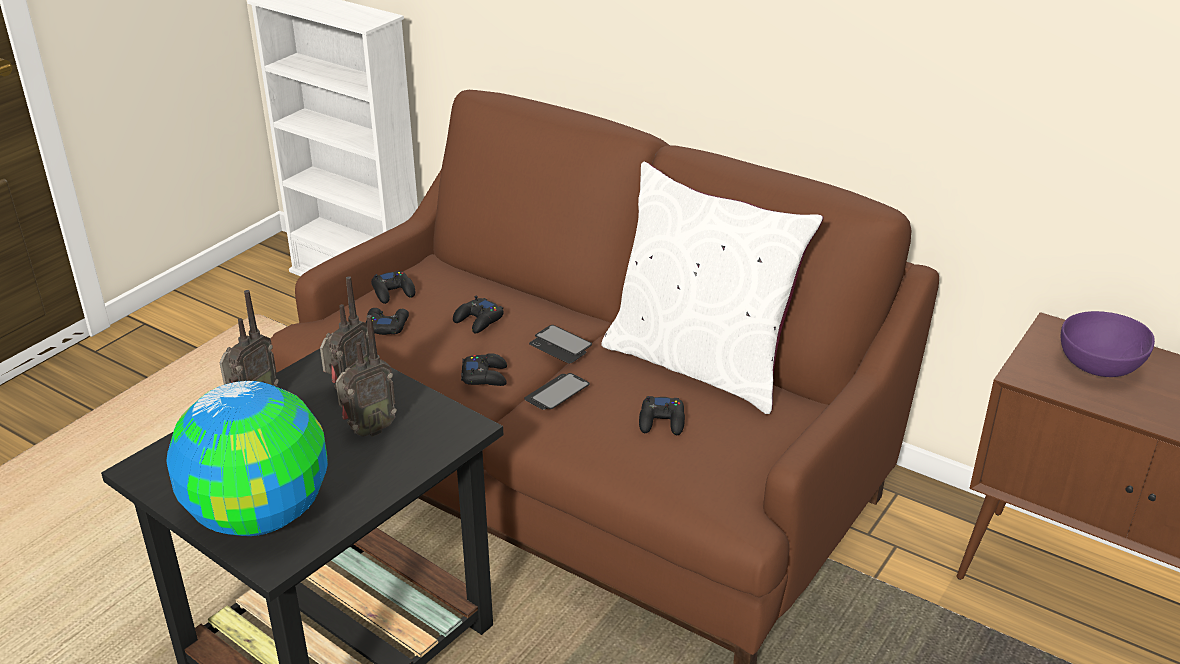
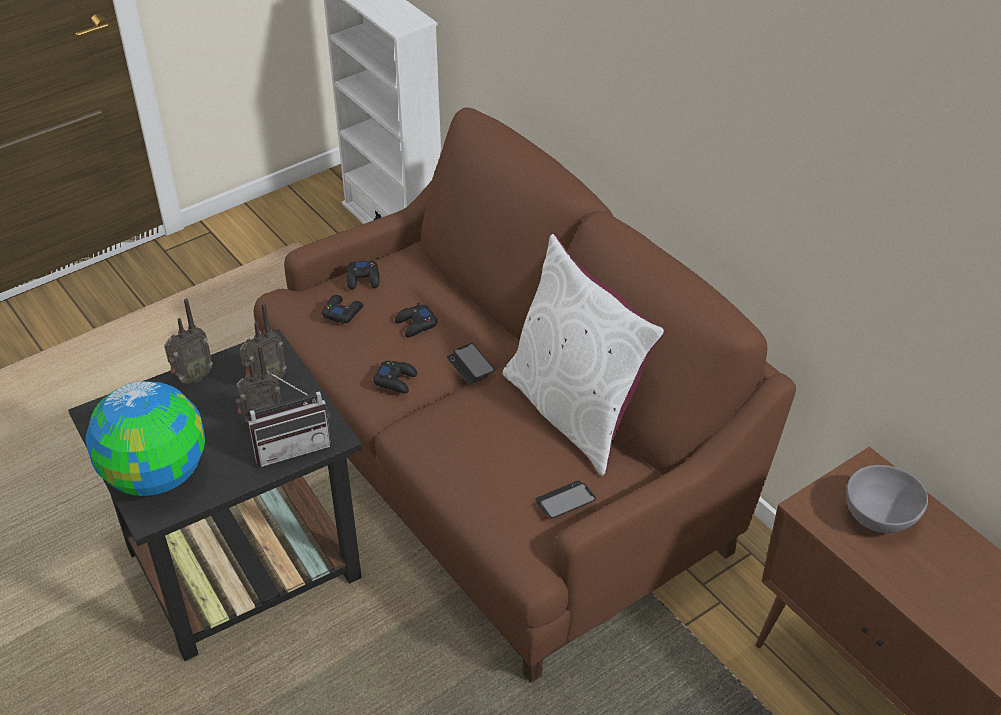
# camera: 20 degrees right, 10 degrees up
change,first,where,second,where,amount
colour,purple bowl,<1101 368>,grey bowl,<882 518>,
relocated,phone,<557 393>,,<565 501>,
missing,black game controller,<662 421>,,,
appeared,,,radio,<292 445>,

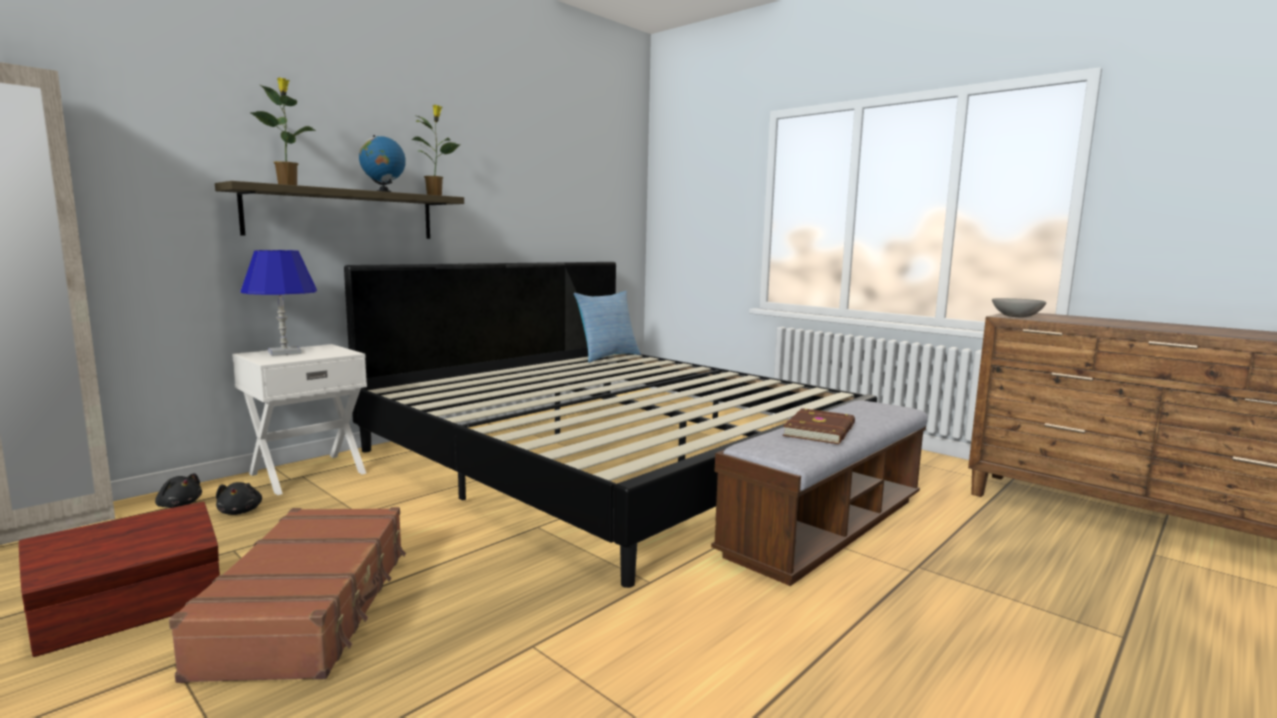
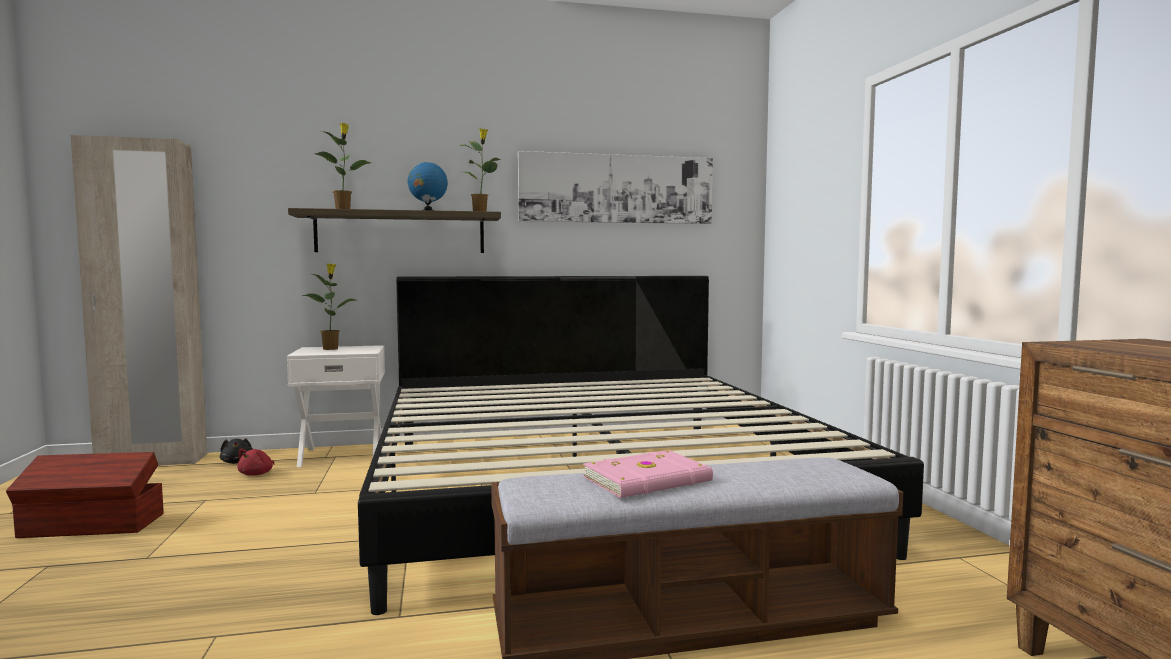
# camera: 35 degrees right, 5 degrees down
change,first,where,second,where,amount
exchanged,blue table lamp,<284 352>,potted plant,<331 348>,
missing,pillow,<607 357>,,,
missing,grey bowl,<1016 316>,,,
colour,brown book,<821 430>,pink book,<649 480>,
colour,black plush toy,<240 511>,red plush toy,<257 474>,
missing,brown suitcase,<311 608>,,,
appeared,,,picture,<617 189>,

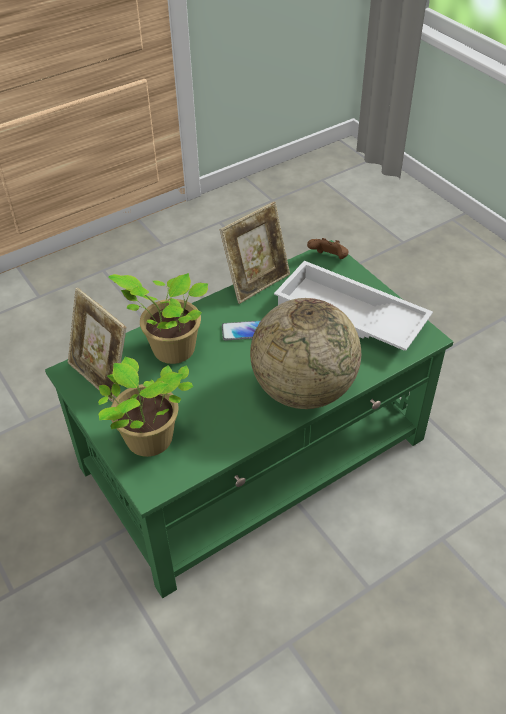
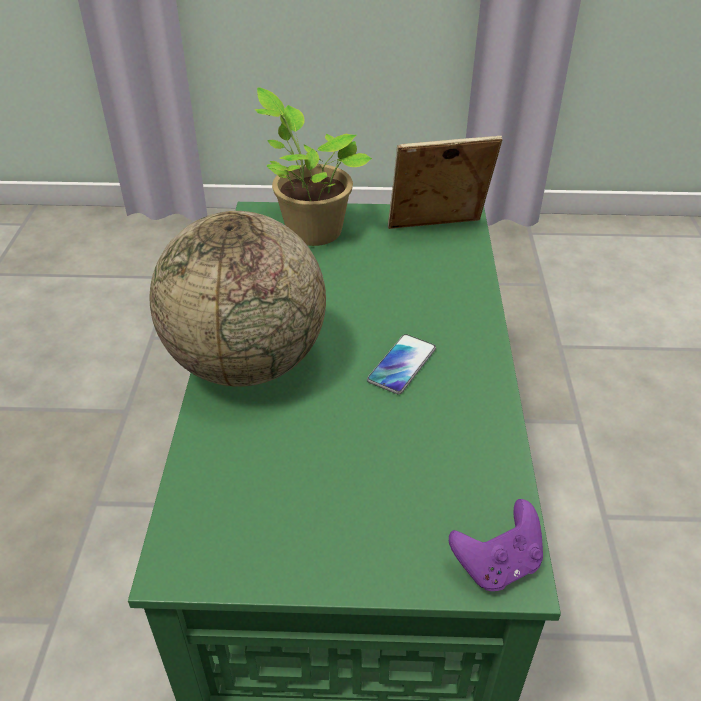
# camera: 125 degrees right, 5 degrees down
change,first,where,second,where,amount
missing,picture frame,<257 282>,,,
colour,brown game controller,<328 259>,purple game controller,<497 564>,
missing,white tray,<348 317>,,,
missing,potted plant,<170 349>,,,

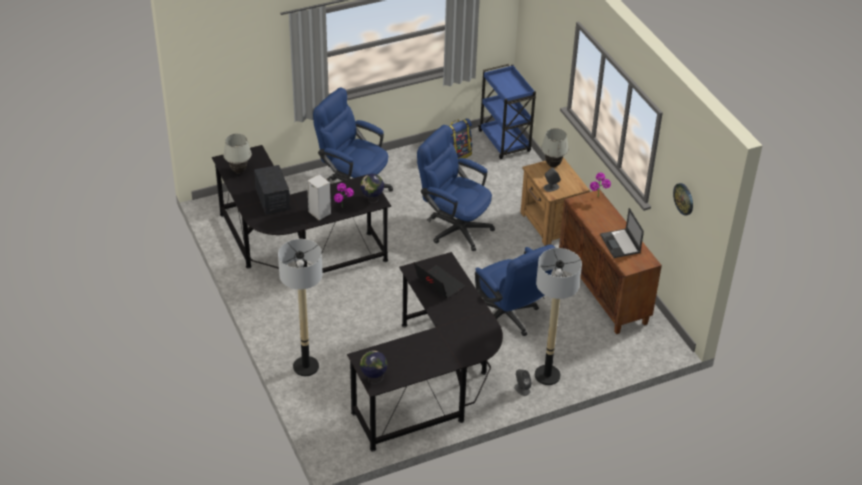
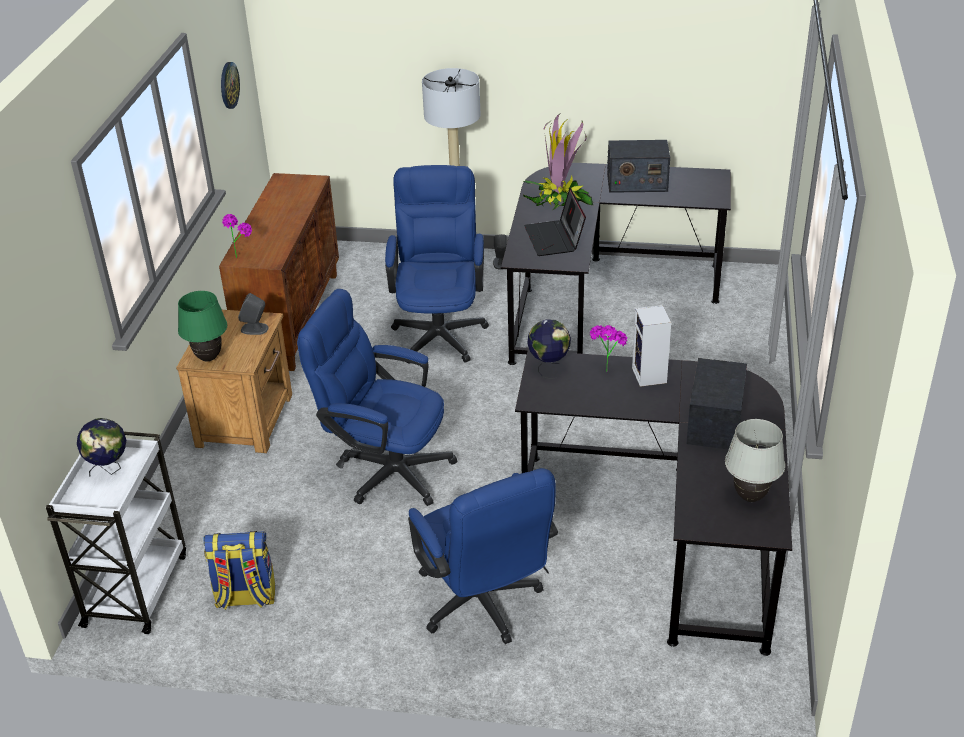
# camera: 145 degrees left, 5 degrees down
change,first,where,second,where,amount
colour,blue cart,<505 142>,white cart,<137 588>,
spun,blue office chair,<454 227>,,<385 469>,135 degrees clockwise
colour,white table lamp,<553 165>,green table lamp,<208 358>,
missing,laptop,<620 244>,,,
missing,floor lamp,<305 366>,,,
relocated,globe,<373 378>,,<109 469>,
appeared,,,potted plant,<558 201>,
appeared,,,radio,<636 183>,

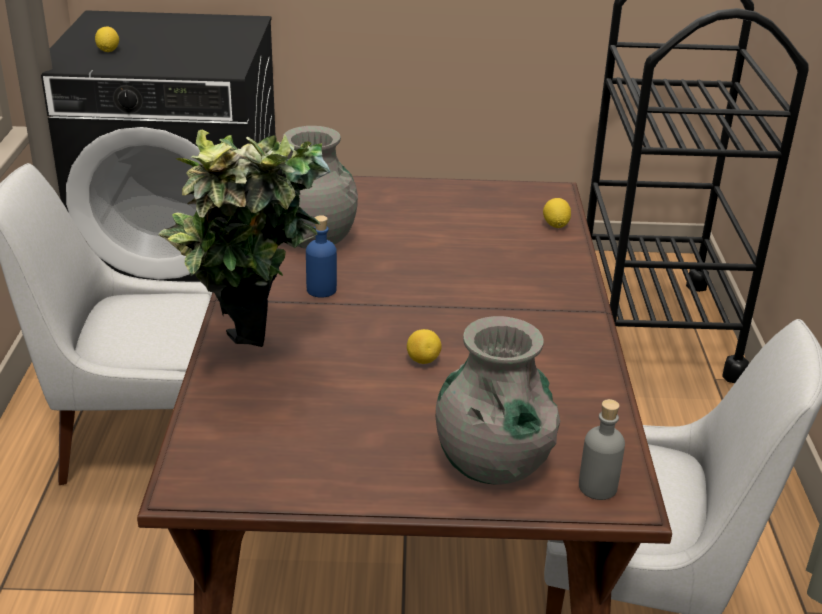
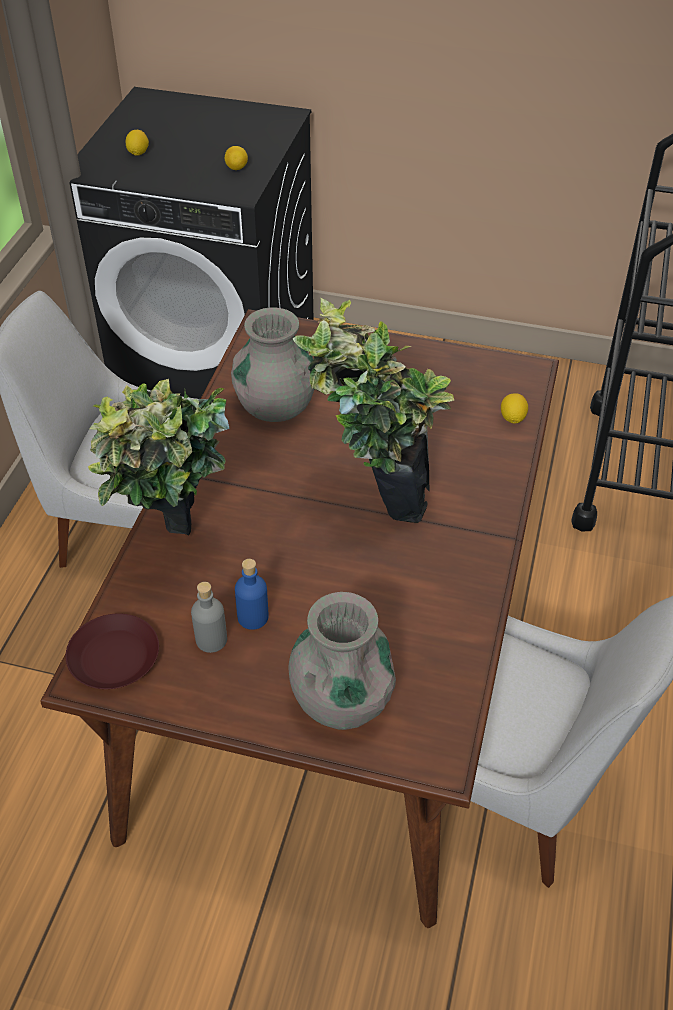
# camera: 15 degrees right, 15 degrees up
change,first,where,second,where,amount
relocated,blue bottle,<321 290>,,<253 617>,
relocated,lemon,<423 360>,,<237 168>,
relocated,grey bottle,<597 487>,,<211 640>,
appeared,,,potted plant,<371 507>,
appeared,,,brown plate,<113 657>,

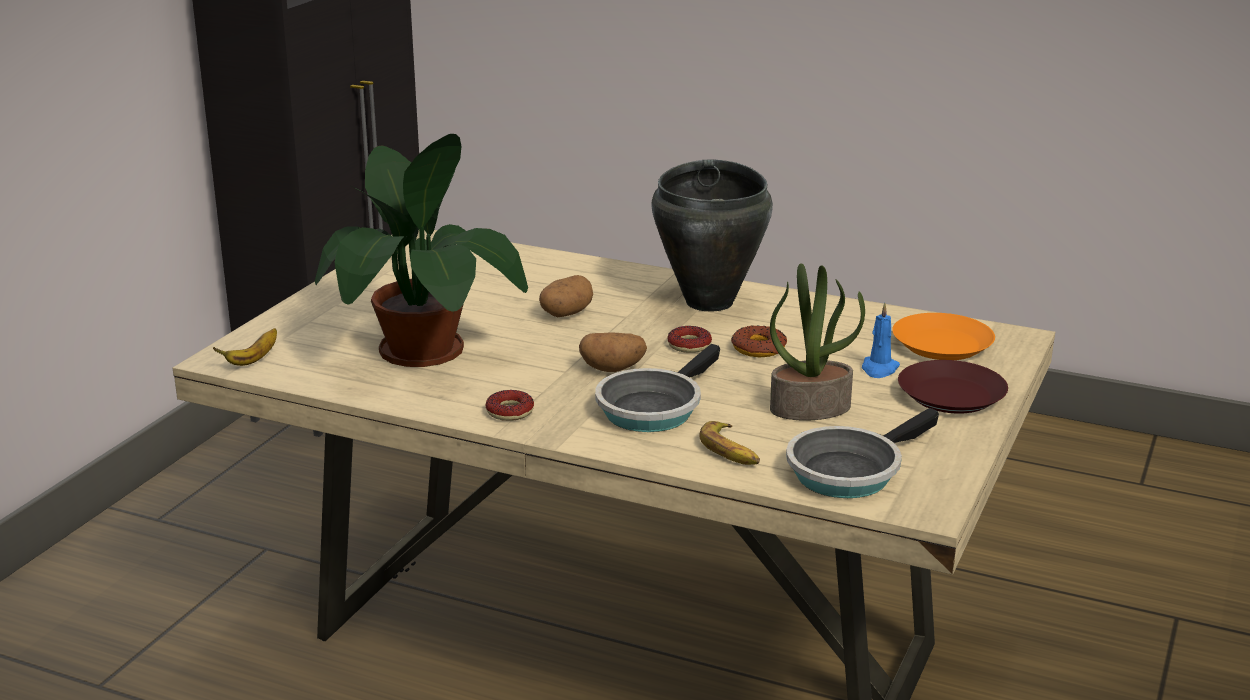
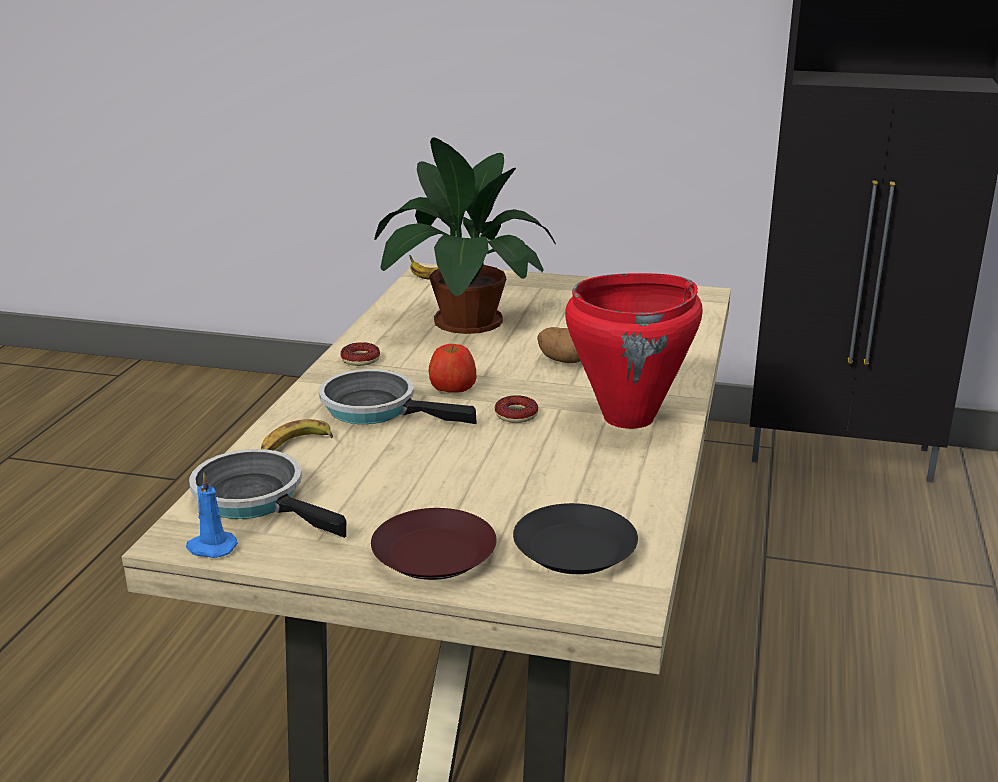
# camera: 80 degrees right, 0 degrees up
change,first,where,second,where,amount
colour,black cooking pot,<710 302>,red cooking pot,<629 418>,
missing,potted plant,<811 407>,,,
relocated,blue candle,<879 369>,,<211 547>,
colour,orange plate,<942 345>,black plate,<573 549>,
missing,donut,<759 348>,,,
exchanged,potato,<613 369>,apple,<452 388>,

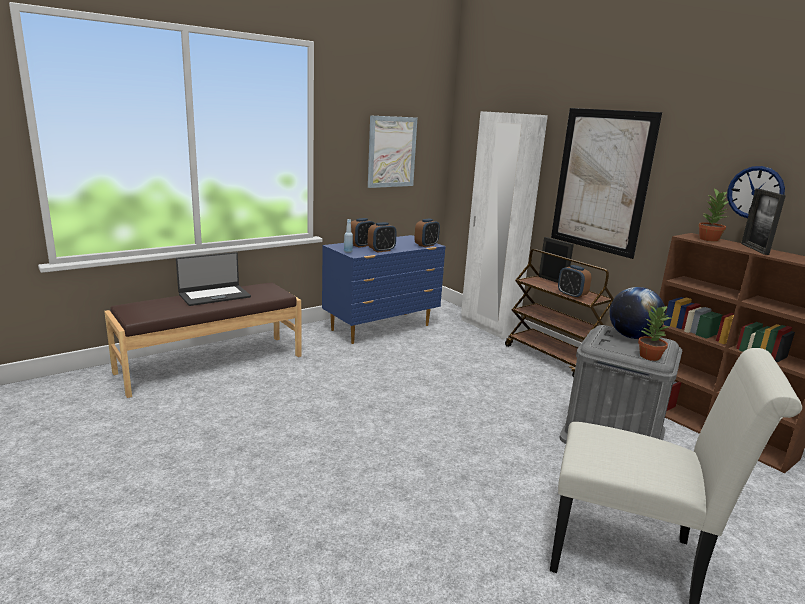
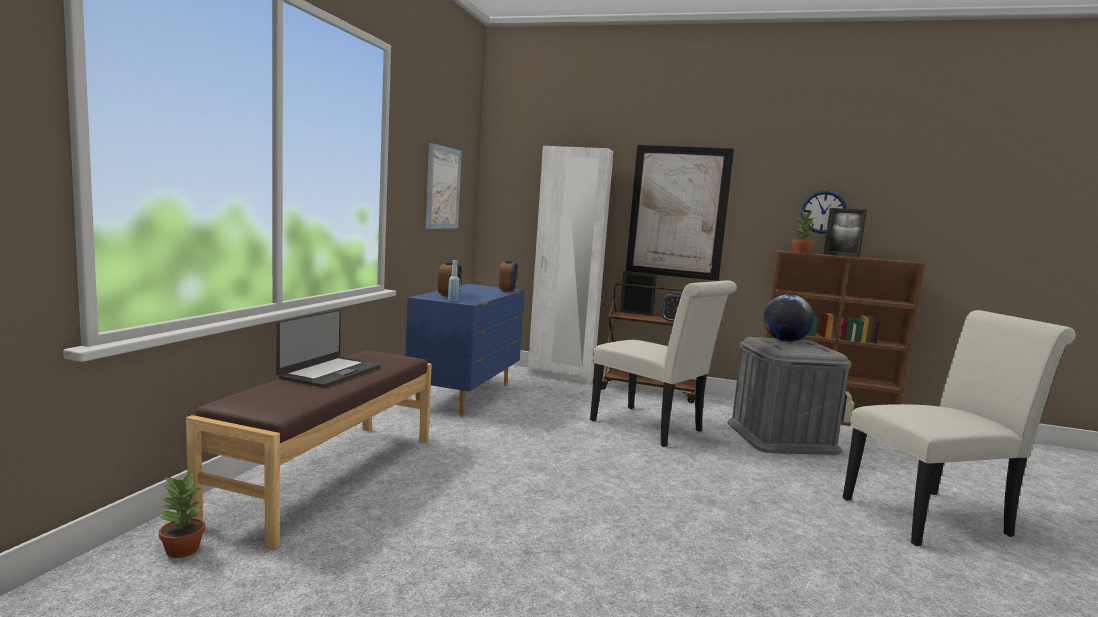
# camera: 35 degrees left, 10 degrees down
change,first,where,second,where,amount
missing,alarm clock,<381 250>,,,
relocated,potted plant,<649 356>,,<181 550>,
appeared,,,white chair,<652 428>,

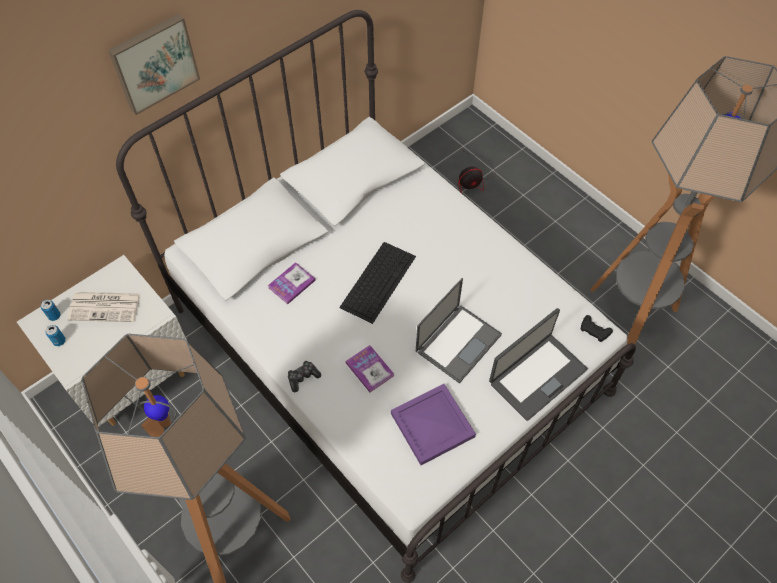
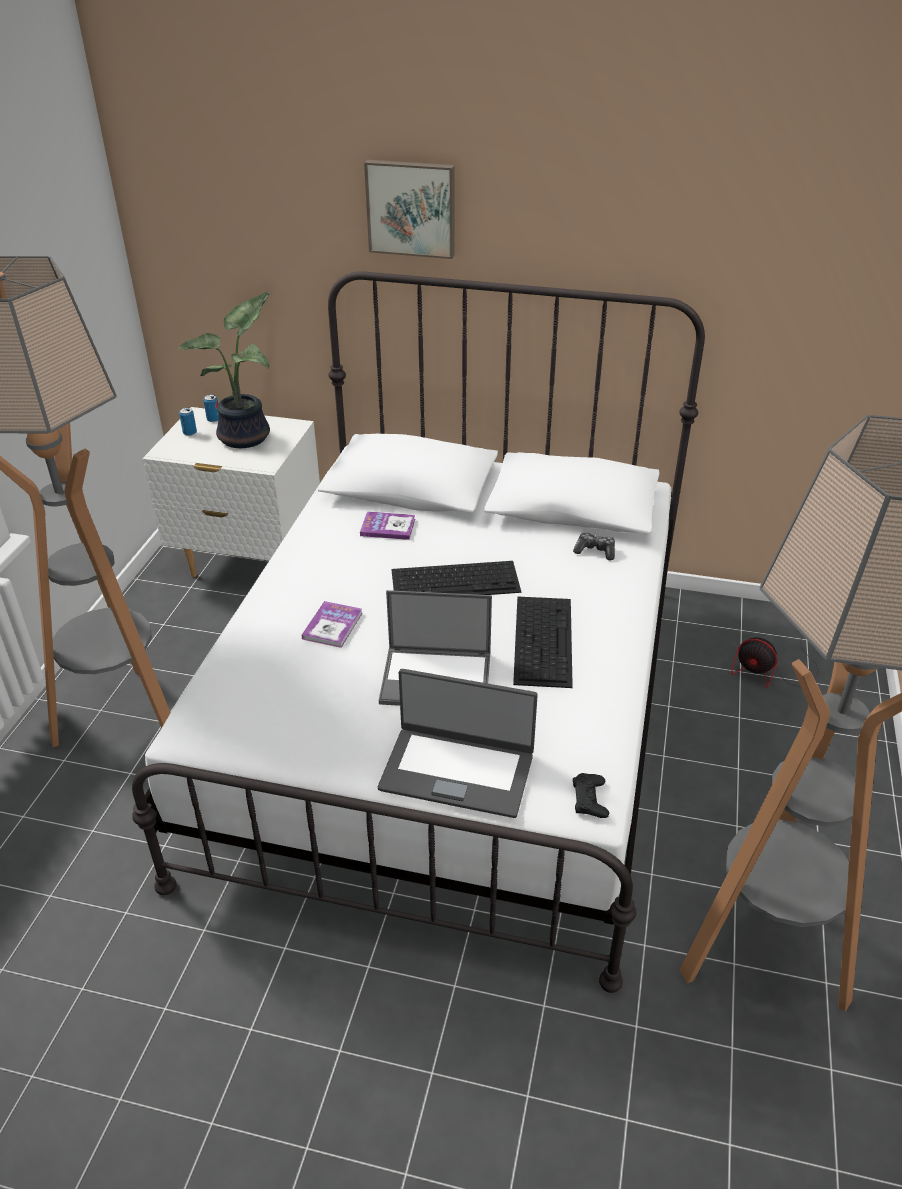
# camera: 55 degrees right, 20 degrees down
change,first,where,second,where,amount
exchanged,newspaper,<106 306>,potted plant,<248 437>,
relocated,game controller,<303 377>,,<595 551>,
missing,purple tray,<432 426>,,,
appeared,,,keyboard,<542 639>,

